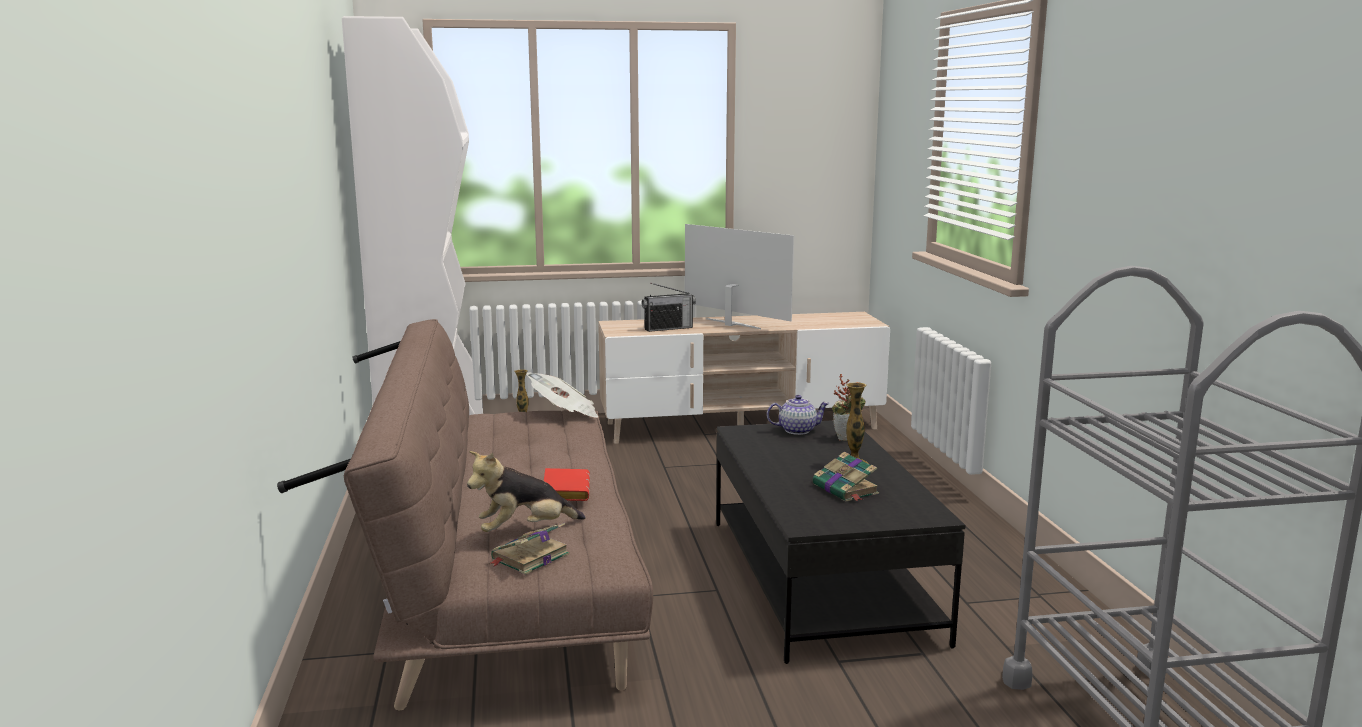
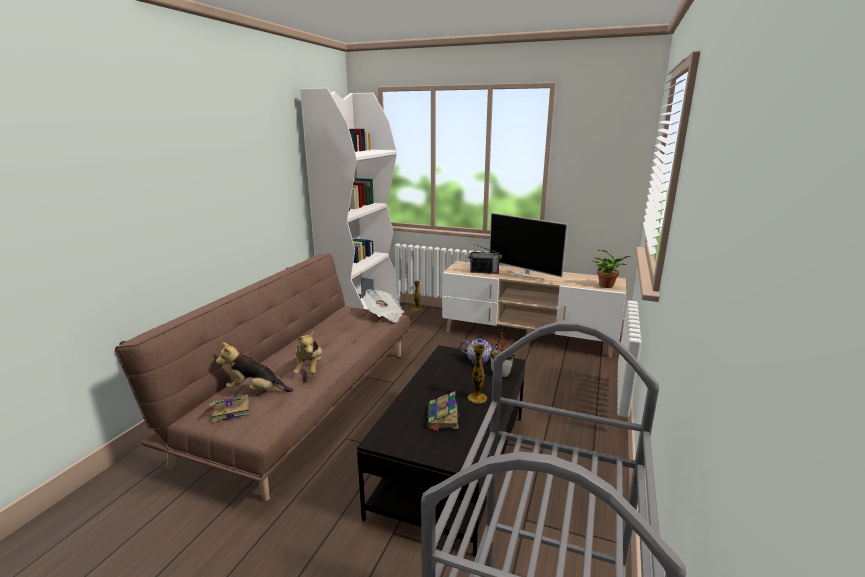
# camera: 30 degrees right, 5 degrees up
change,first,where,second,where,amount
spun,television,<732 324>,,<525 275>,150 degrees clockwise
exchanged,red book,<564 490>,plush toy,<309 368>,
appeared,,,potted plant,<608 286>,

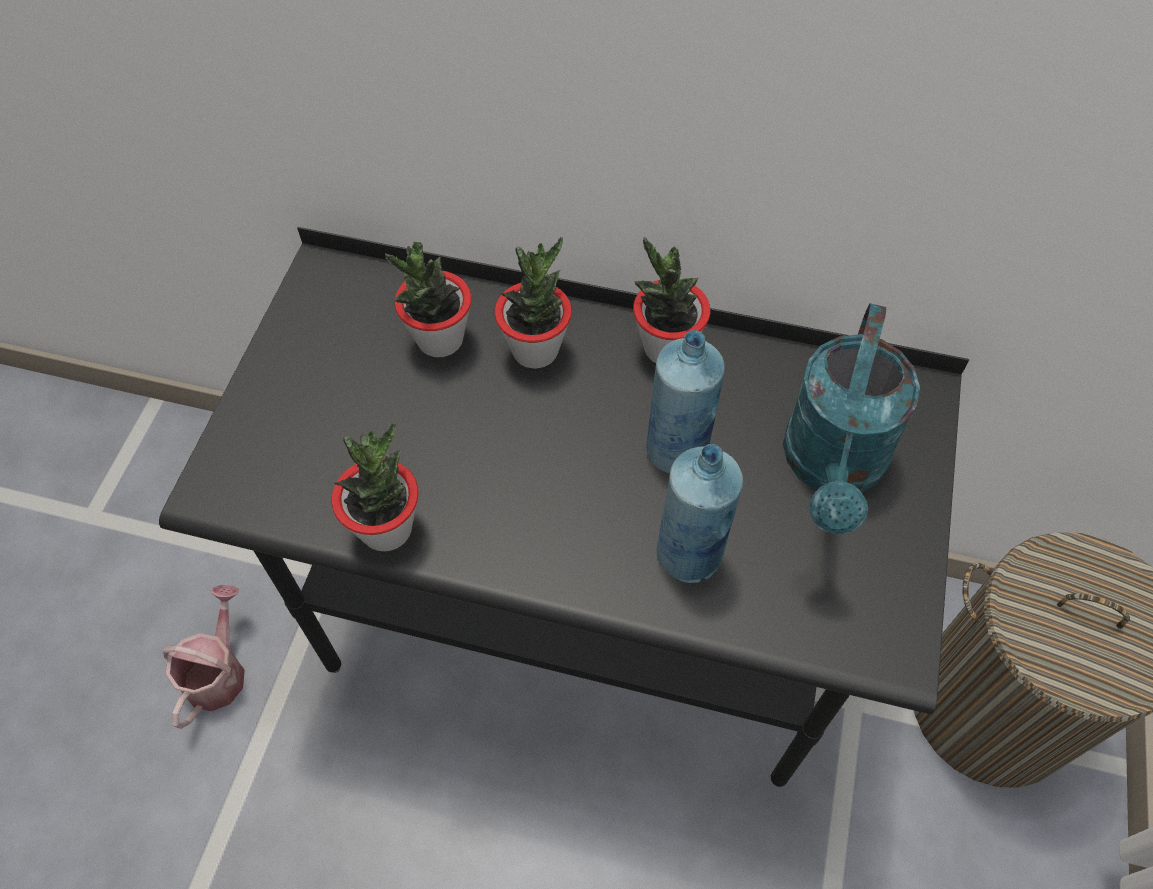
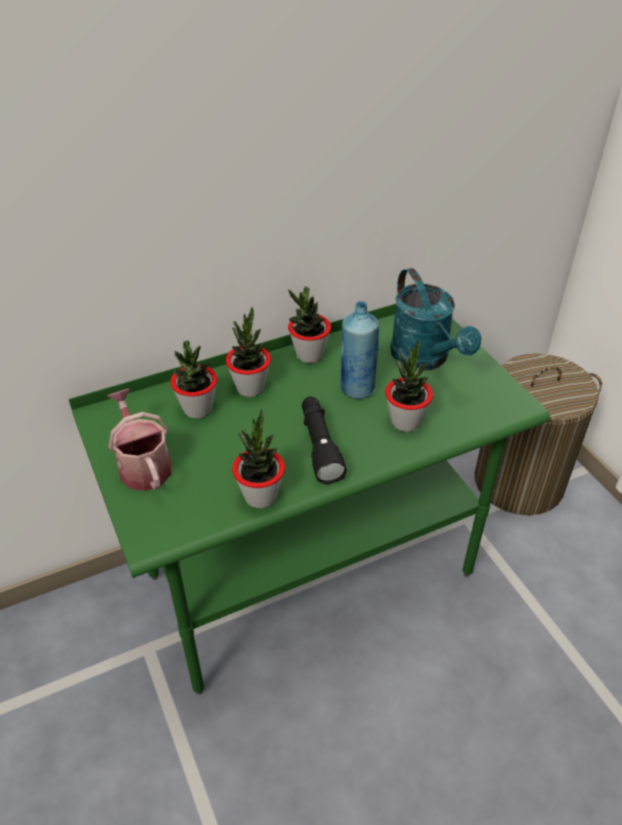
# camera: 40 degrees left, 15 degrees down
change,first,where,second,where,amount
colour,black desk,<577 623>,green desk,<310 575>,
exchanged,blue bottle,<689 554>,potted plant,<405 421>,
relocated,watering can,<218 671>,,<143 465>,
appeared,,,black flashlight,<319 446>,

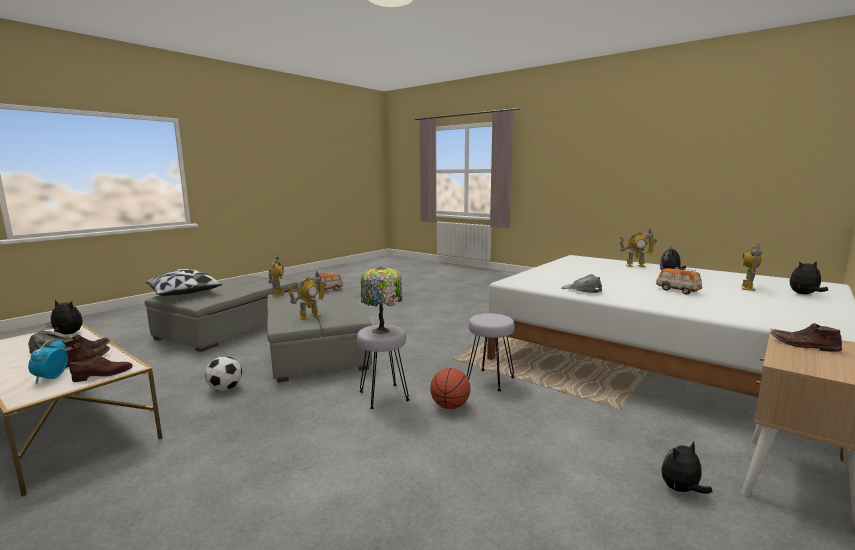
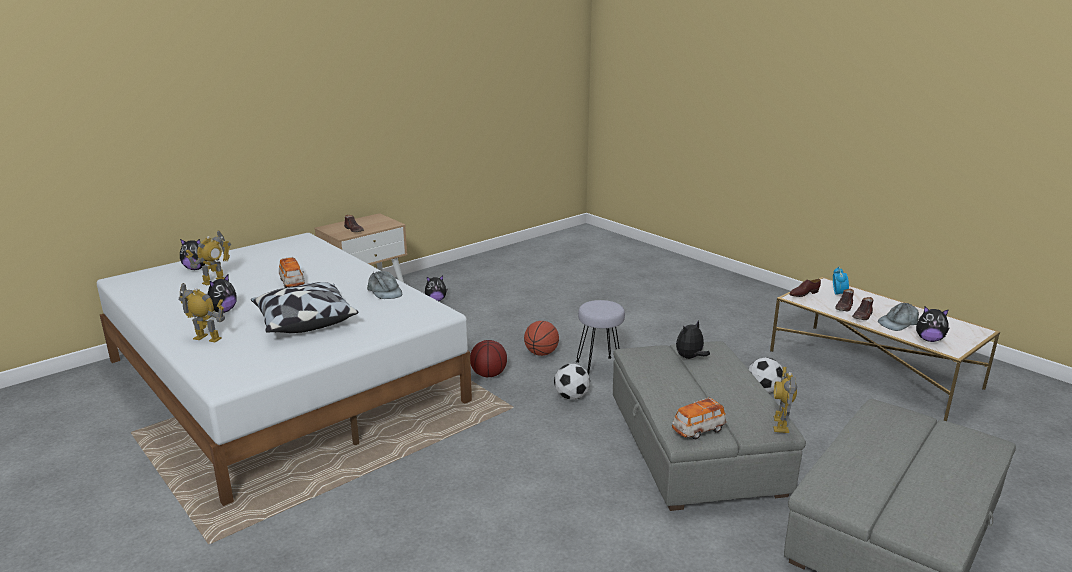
# camera: 170 degrees left, 10 degrees up
change,first,where,second,where,amount
missing,table lamp,<382 331>,,,
relocated,pillow,<185 294>,,<304 321>,
exchanged,toy robot,<309 317>,plush toy,<690 358>,
exchanged,grey stool,<489 380>,basketball,<489 374>,
appeared,,,football,<571 397>,

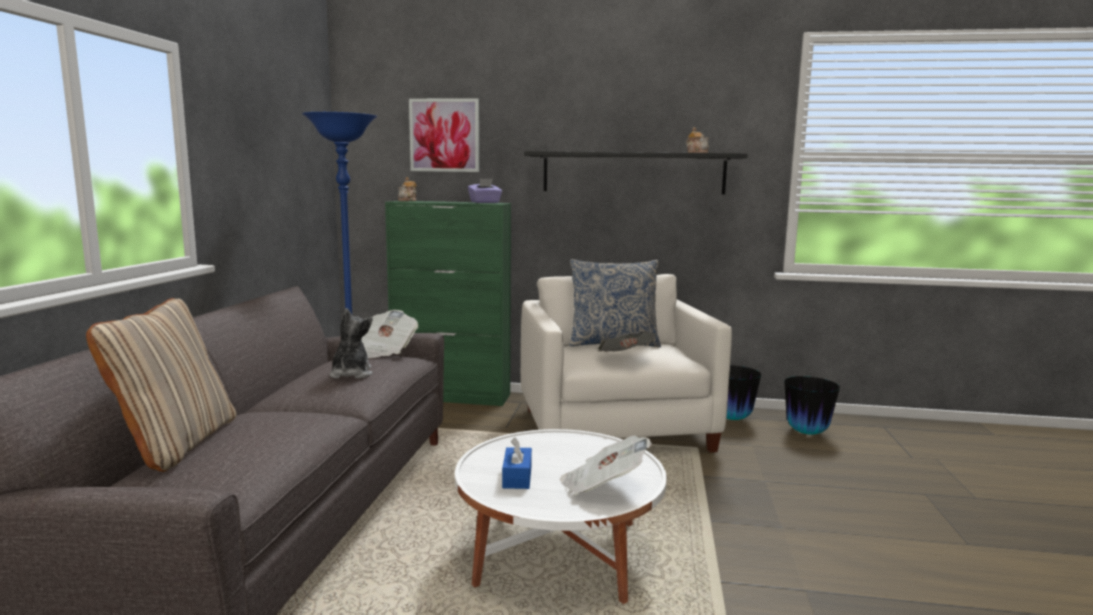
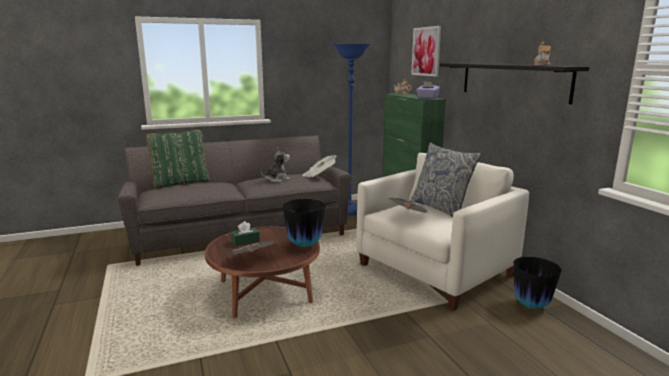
# camera: 60 degrees right, 5 degrees up
change,first,where,second,where,amount
colour,beige pillow,<175 444>,green pillow,<181 183>,
relocated,vase,<806 432>,,<304 245>,
colour,white coffee table,<558 553>,brown coffee table,<265 292>,
colour,blue tissue box,<517 477>,green tissue box,<245 241>,

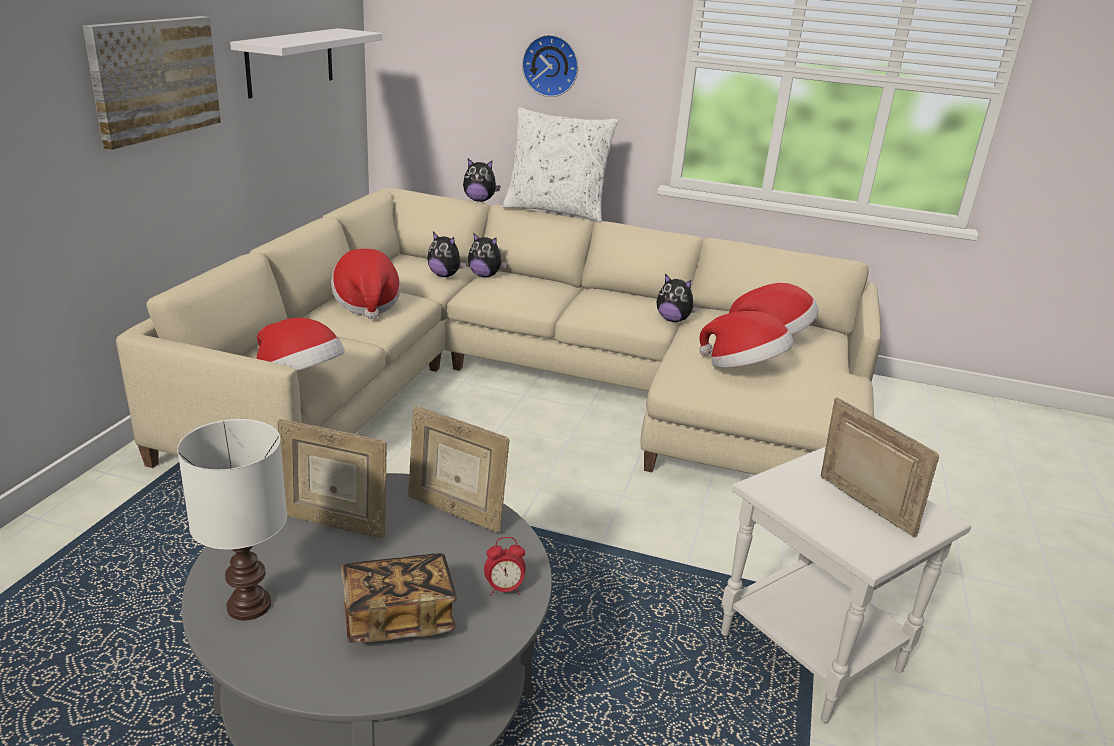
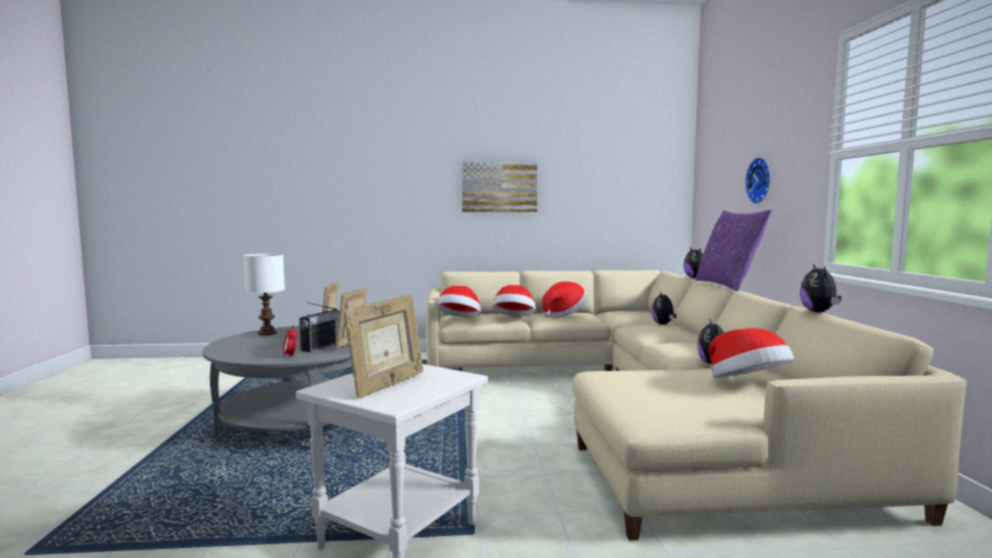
# camera: 70 degrees right, 20 degrees down
change,first,where,second,where,amount
missing,white shelf,<291 61>,,,
colour,white pillow,<556 211>,purple pillow,<728 285>,
relocated,plush toy,<445 275>,,<819 312>,
relocated,hat,<743 368>,,<514 319>,
missing,book,<398 617>,,,
appeared,,,radio,<322 346>,

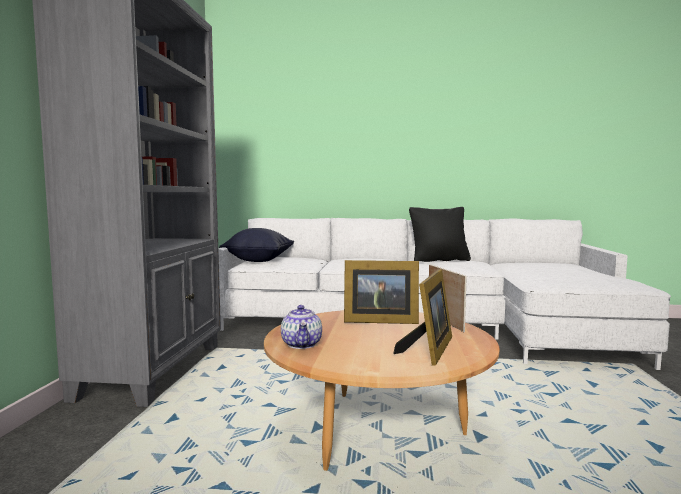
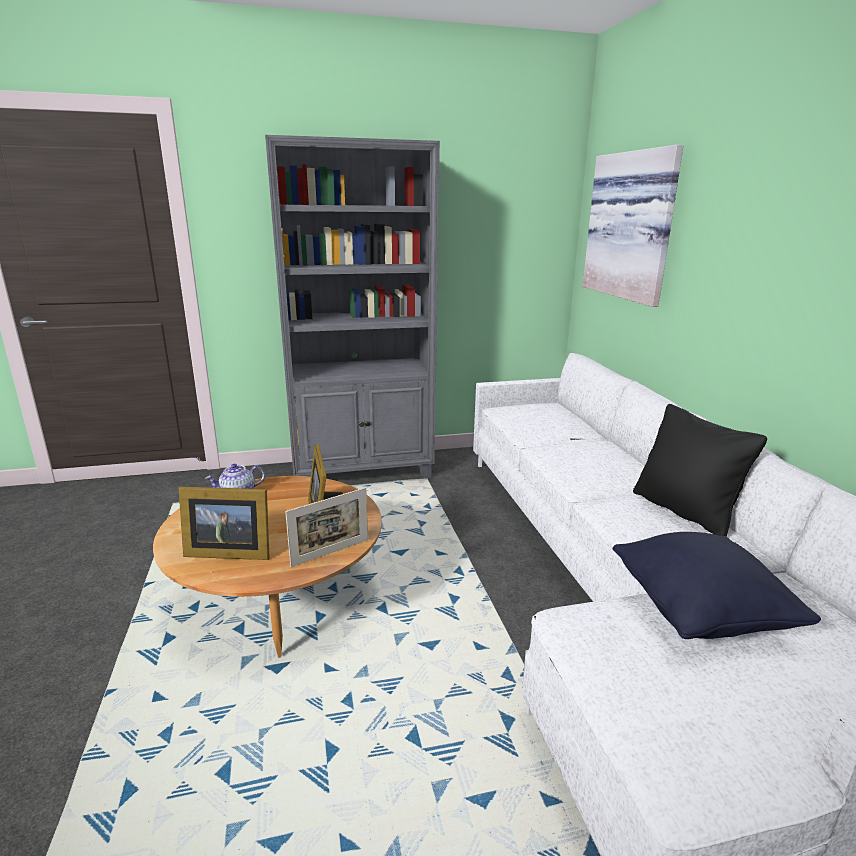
# camera: 70 degrees right, 15 degrees up
change,first,where,second,where,amount
relocated,black pillow,<258 260>,,<699 613>,
appeared,,,picture,<632 226>,

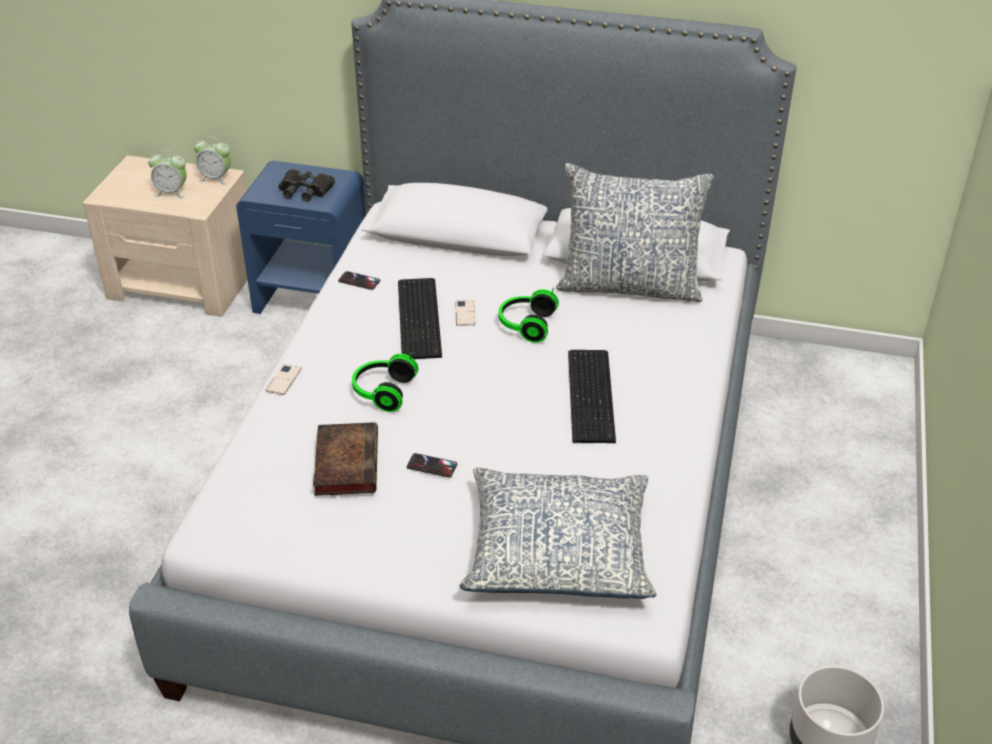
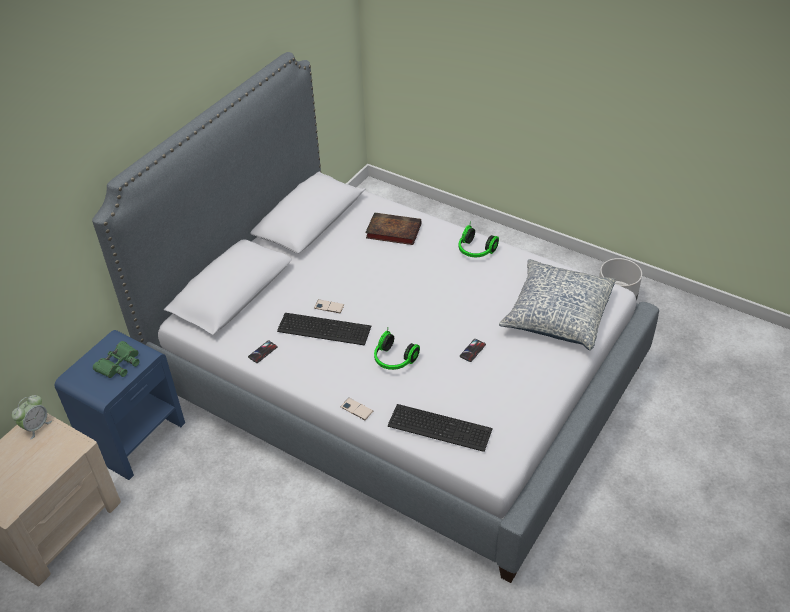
# camera: 70 degrees left, 5 degrees up
change,first,where,second,where,amount
missing,alarm clock,<172 192>,,,
missing,pillow,<629 285>,,,
colour,black binoculars,<305 190>,green binoculars,<119 364>,
relocated,headphones,<525 325>,,<475 251>,
relocated,keyboard,<593 394>,,<439 426>,
relocated,book,<346 462>,,<392 231>,

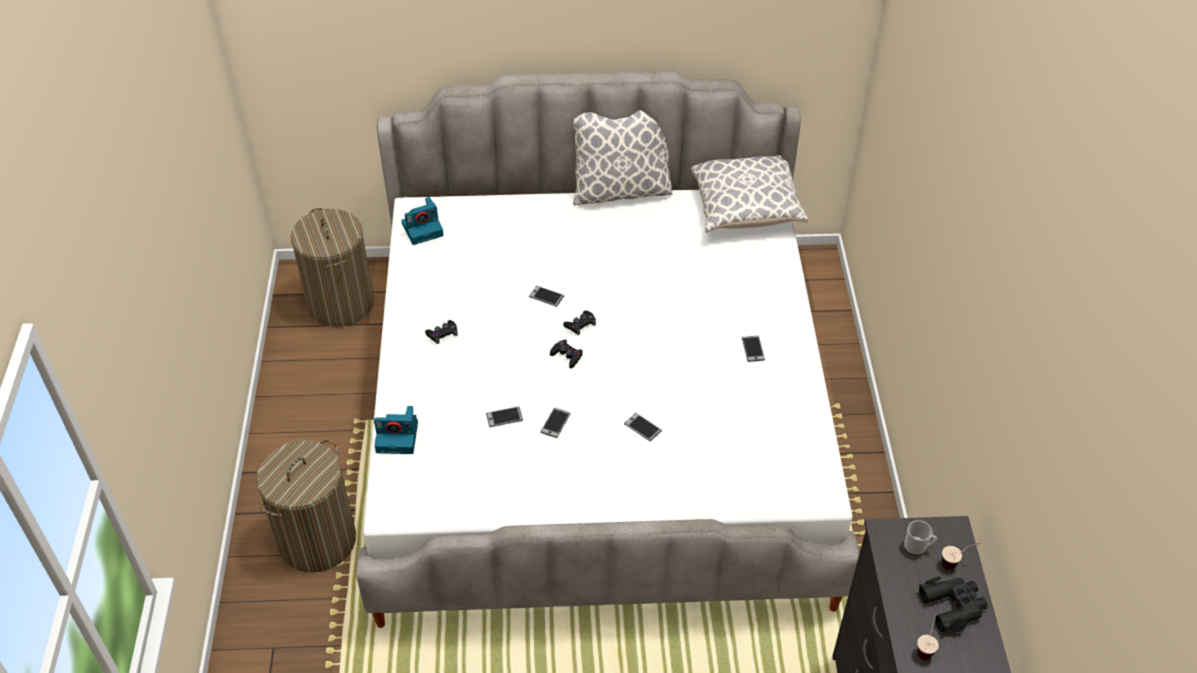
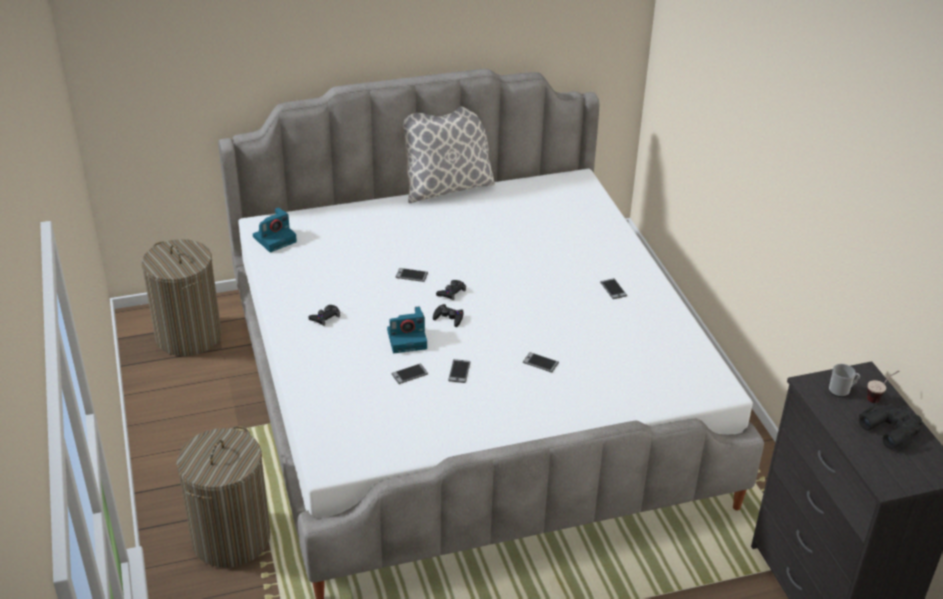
# camera: 15 degrees left, 10 degrees down
change,first,where,second,where,amount
missing,pillow,<745 209>,,,
relocated,photo camera,<398 437>,,<408 339>,
missing,cup,<925 646>,,,

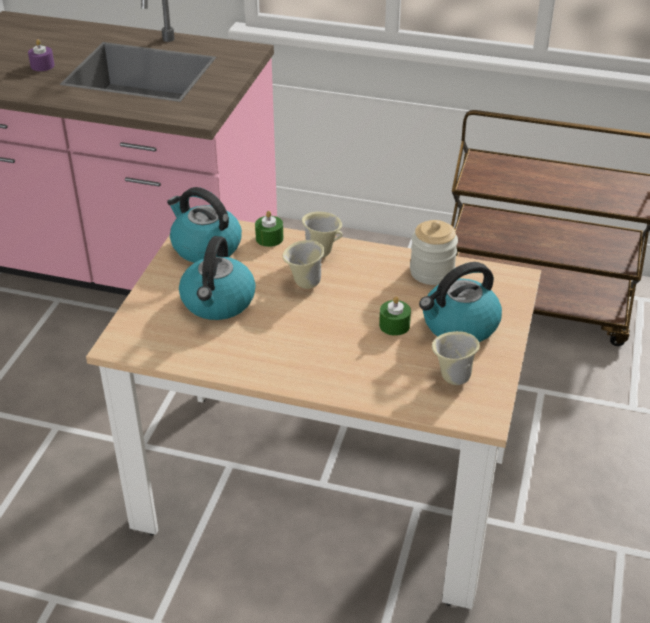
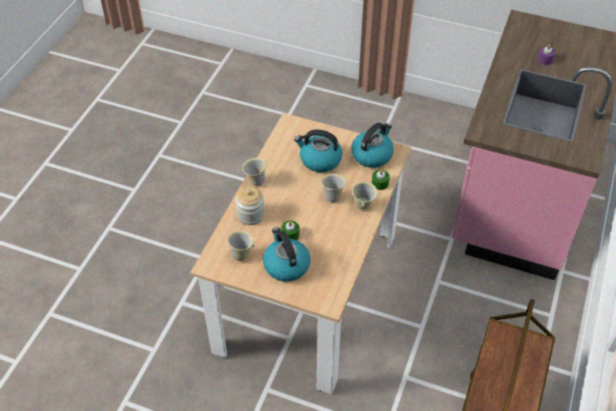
# camera: 95 degrees right, 10 degrees up
change,first,where,second,where,amount
relocated,jar,<432 272>,,<250 215>,
appeared,,,beige mug,<255 182>,

